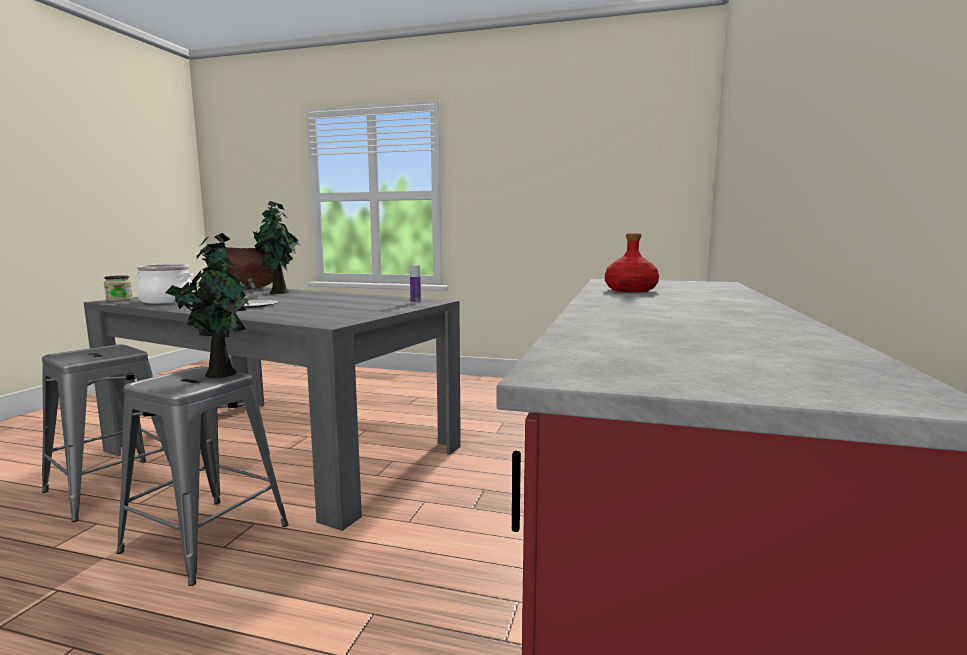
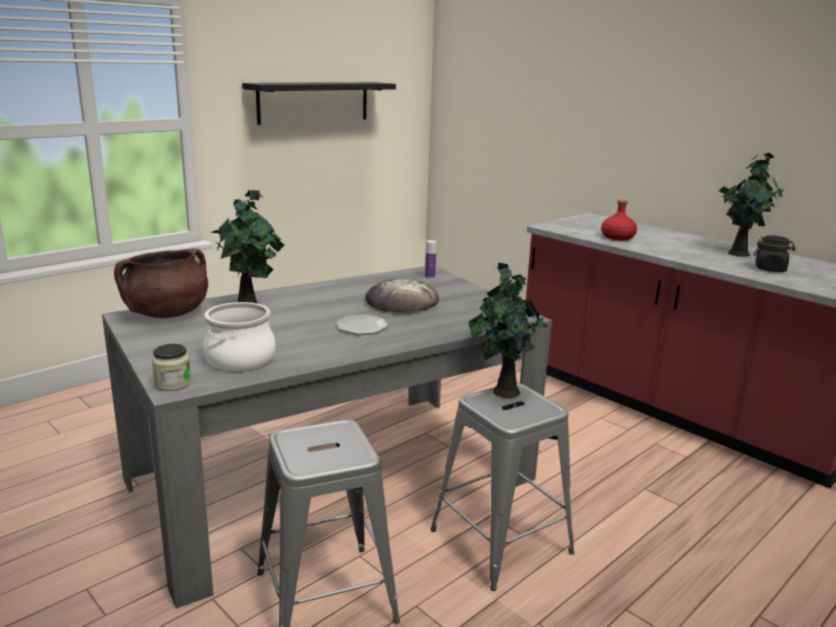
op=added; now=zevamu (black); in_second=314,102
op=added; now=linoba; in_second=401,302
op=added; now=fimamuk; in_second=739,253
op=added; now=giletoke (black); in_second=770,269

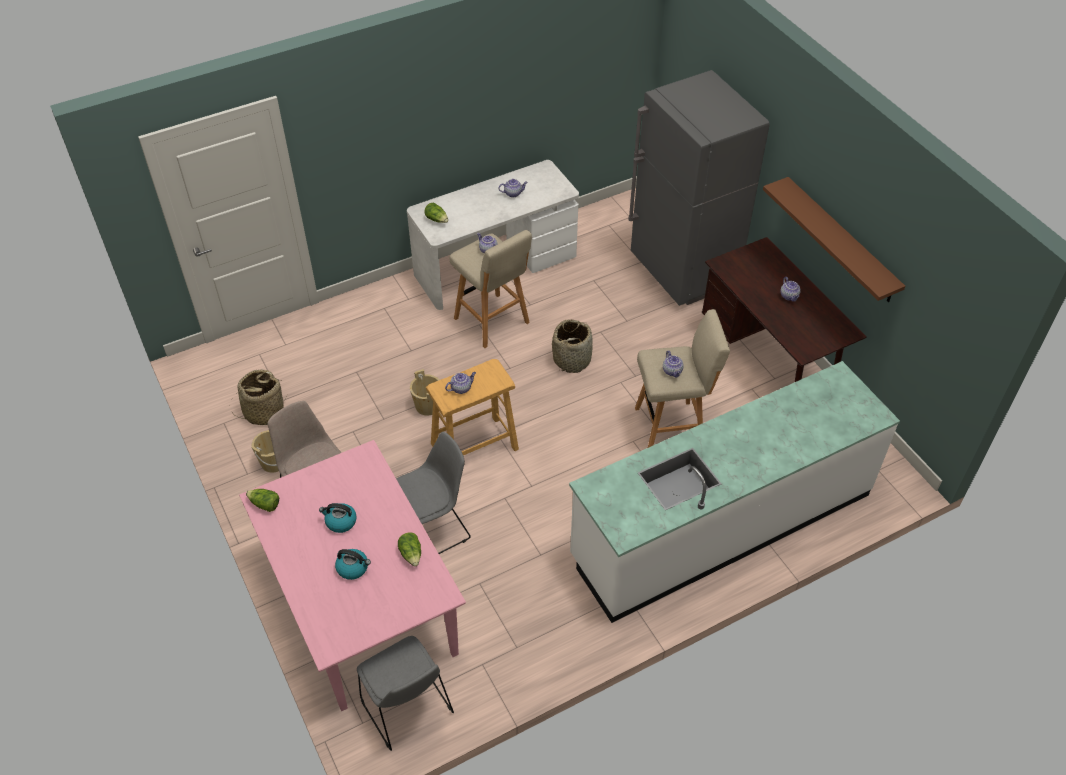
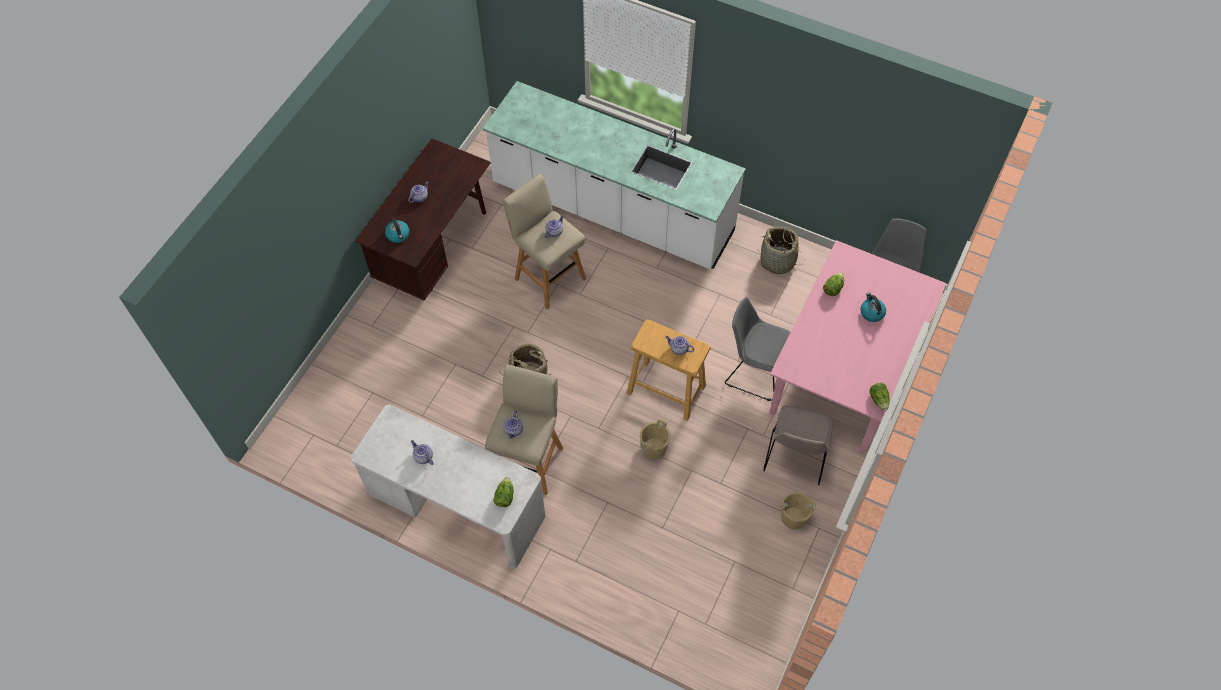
op=removed; was=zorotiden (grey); in_first=683,272
op=removed; was=zevamu (brown); in_first=840,240
op=moved; was=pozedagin; in_first=264,411; in_second=778,261
op=moved; was=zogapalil; in_first=340,522; in_second=398,235

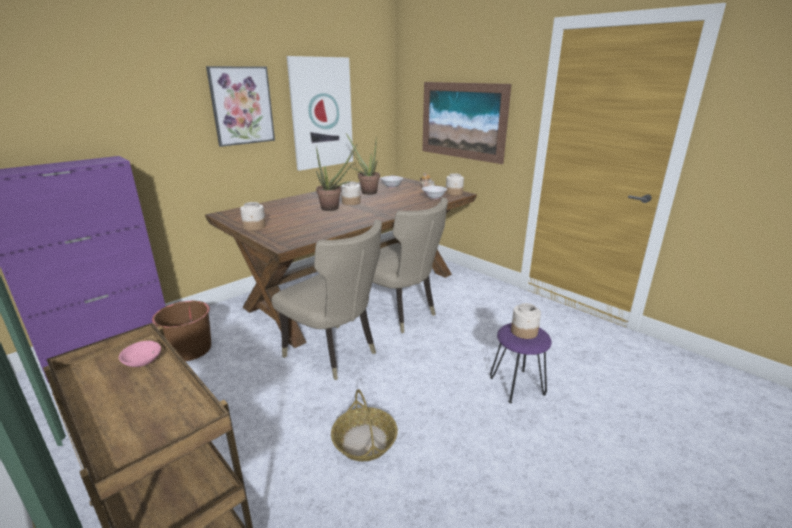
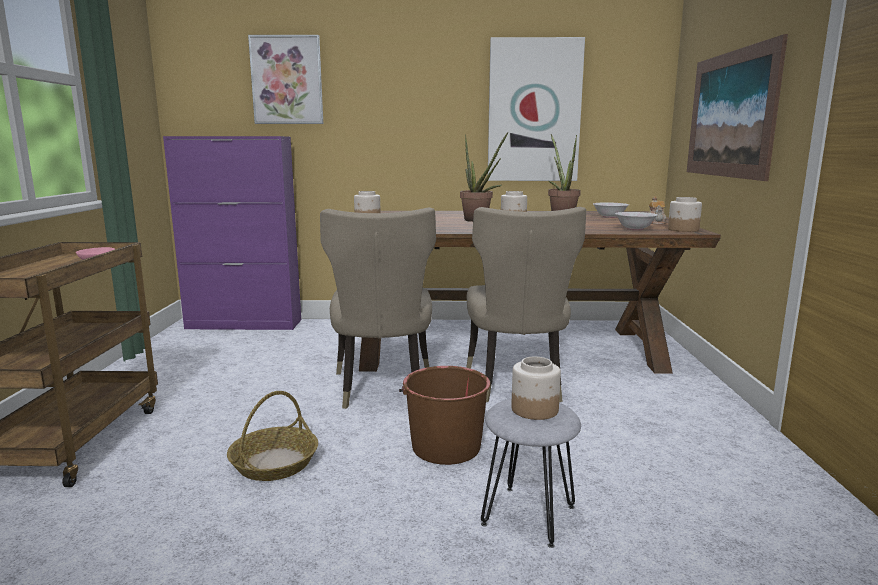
op=moved; was=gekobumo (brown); in_first=189,349; in_second=445,447
op=moved; was=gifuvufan; in_first=241,106; in_second=287,80
op=recoloured; was=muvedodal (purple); now=muvedodal (grey); in_first=516,385; in_second=529,515

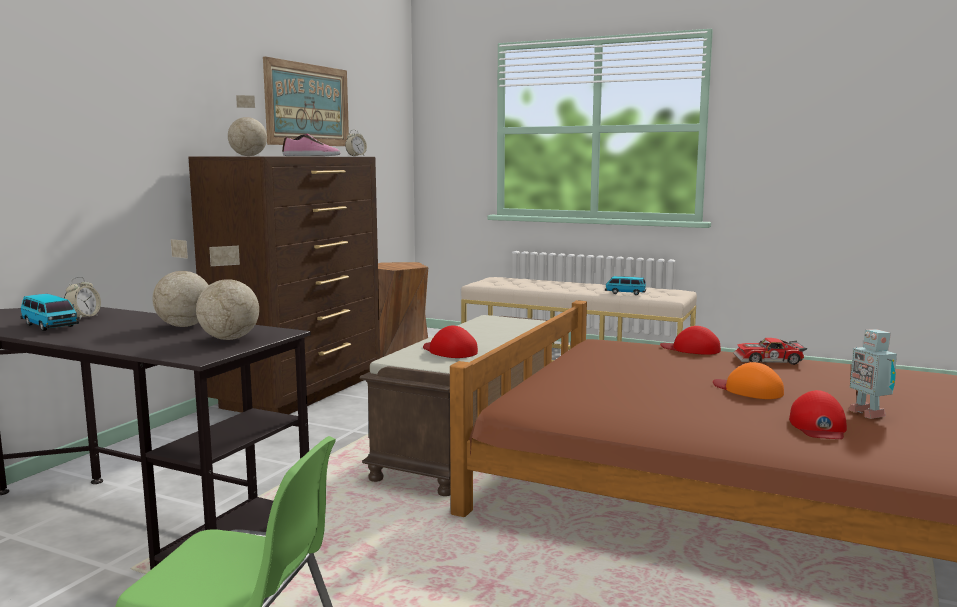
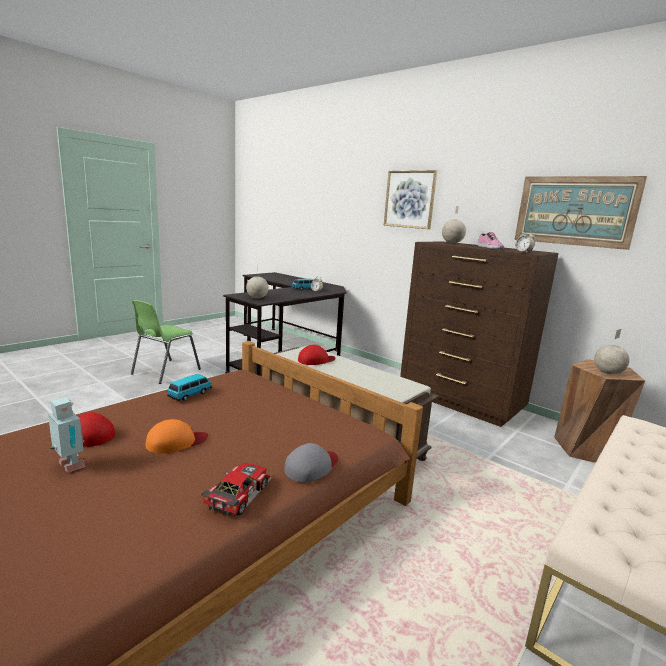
op=added; now=gifuvufan; in_second=409,199
op=moved; was=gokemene; in_first=184,326; in_second=607,373
op=moved; was=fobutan; in_first=625,293; in_second=190,394
op=recoloured; was=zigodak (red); now=zigodak (grey); in_first=691,349; in_second=312,466
op=turned; was=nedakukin; in_first=868,413; in_second=69,467; clockwise=45

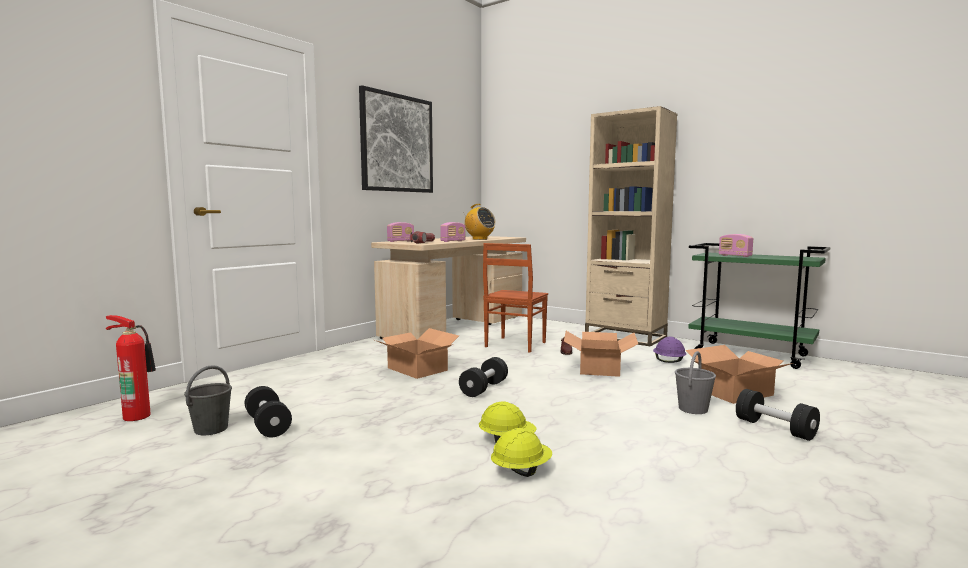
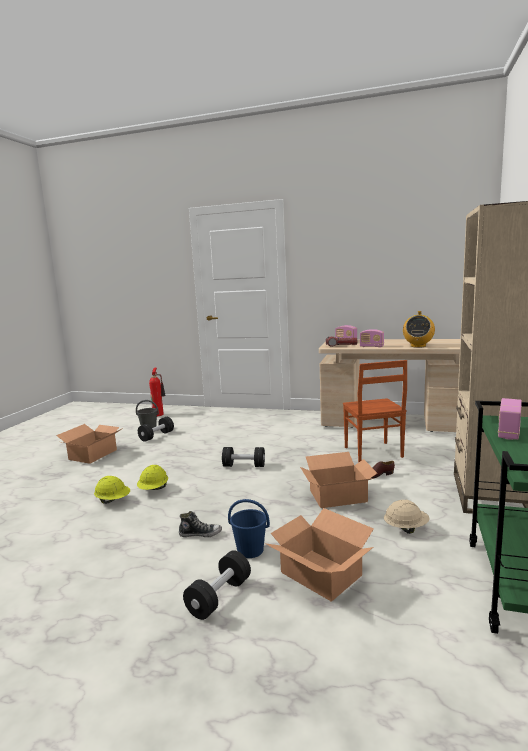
op=removed; was=gifuvufan; in_first=397,143
op=added; now=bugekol; in_second=200,534
op=moved; was=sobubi; in_first=417,369; in_second=93,454
op=recoloured; was=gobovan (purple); now=gobovan (beige); in_first=668,361; in_second=406,528
op=recoloured; was=gekobumo (grey); now=gekobumo (blue); in_first=693,409; in_second=249,550
op=turned; was=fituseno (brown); in_first=514,345; in_second=372,452; clockwise=-105

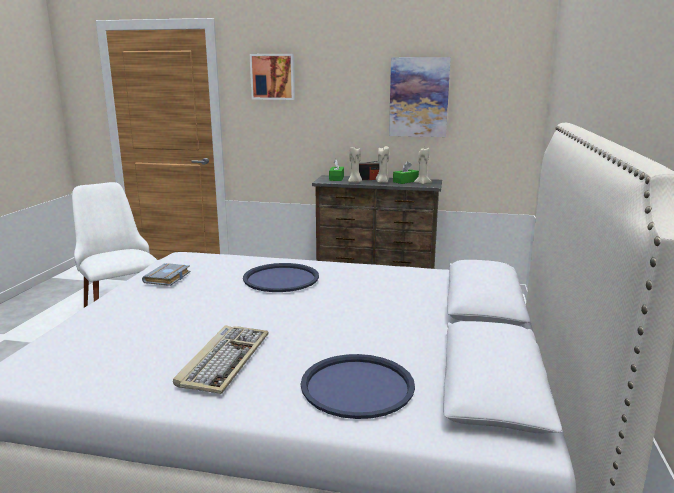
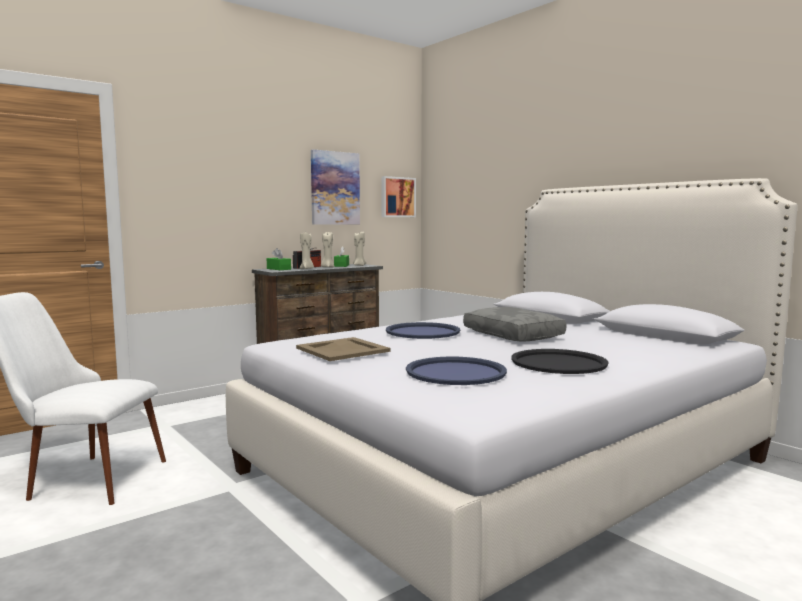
op=added; now=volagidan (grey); in_second=514,335
op=moved; was=gifuvufan; in_first=273,76; in_second=397,197
op=moved; was=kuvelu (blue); in_first=357,386; in_second=455,372
op=replaced; was=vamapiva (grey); now=kuvelu (beige); in_first=168,278; in_second=343,350
op=replaced; was=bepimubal; now=kuvelu (black); in_first=224,360; in_second=558,363

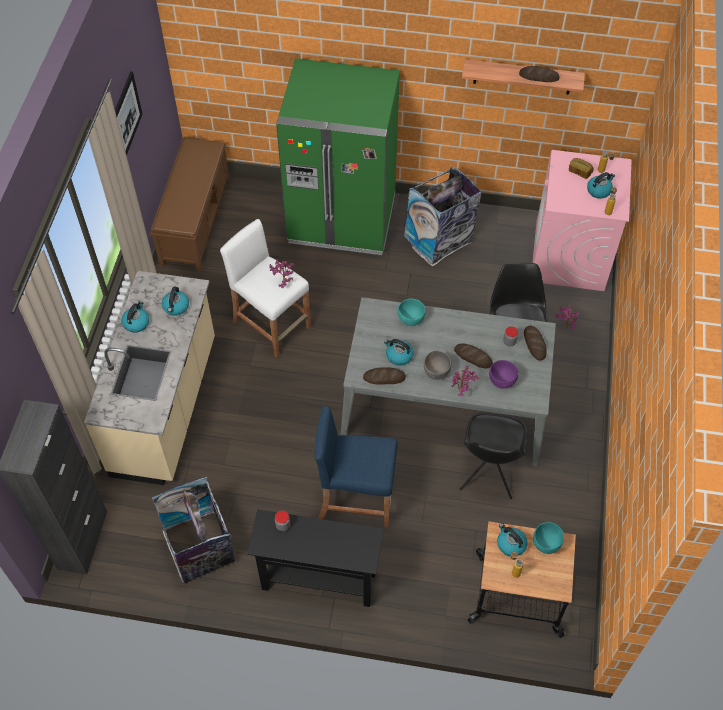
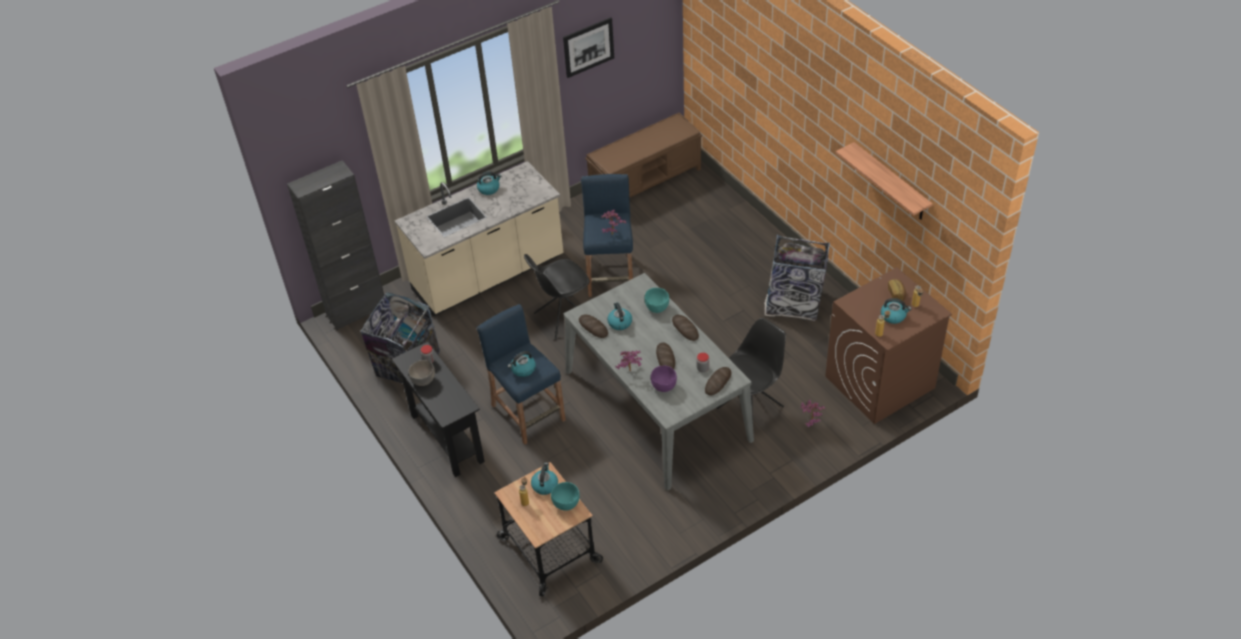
op=removed; was=zorotiden (green); in_first=342,220
op=moved; was=zogapalil; in_first=176,307; in_second=523,369
op=moved; was=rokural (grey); in_first=436,372; in_second=424,380
op=moved; was=fituseno (black); in_first=488,473; in_second=562,318
op=moved; was=linoba; in_first=539,76; in_second=685,329
op=recoloured; was=muvedodal (white); now=muvedodal (blue); in_first=271,325; in_second=611,275
op=recoloured; was=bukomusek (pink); now=bukomusek (brown); in_first=570,256; in_second=879,383

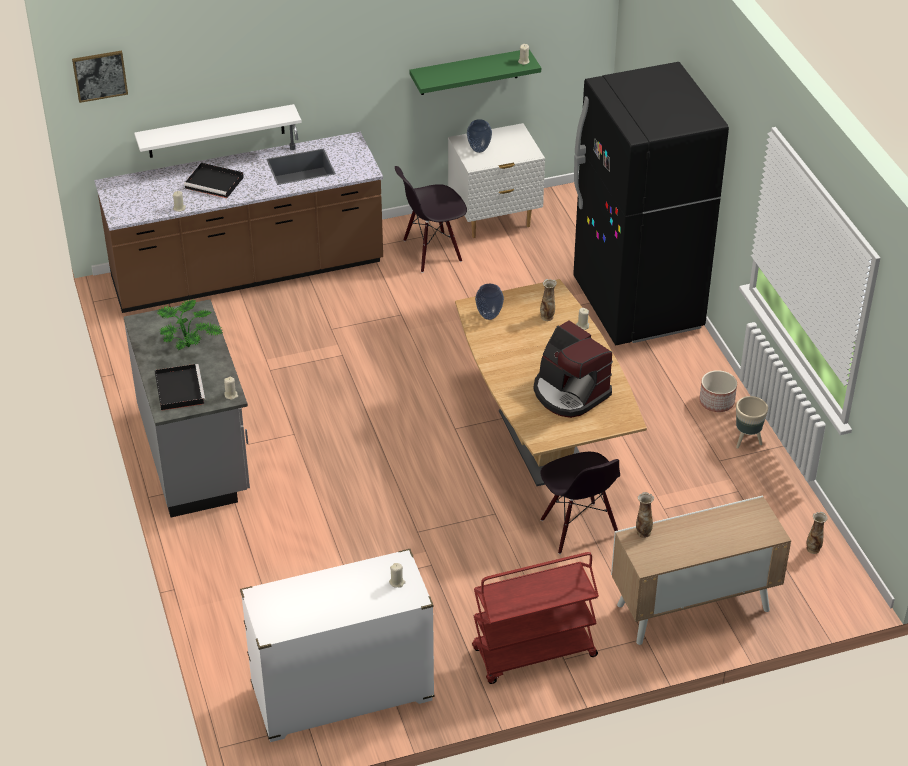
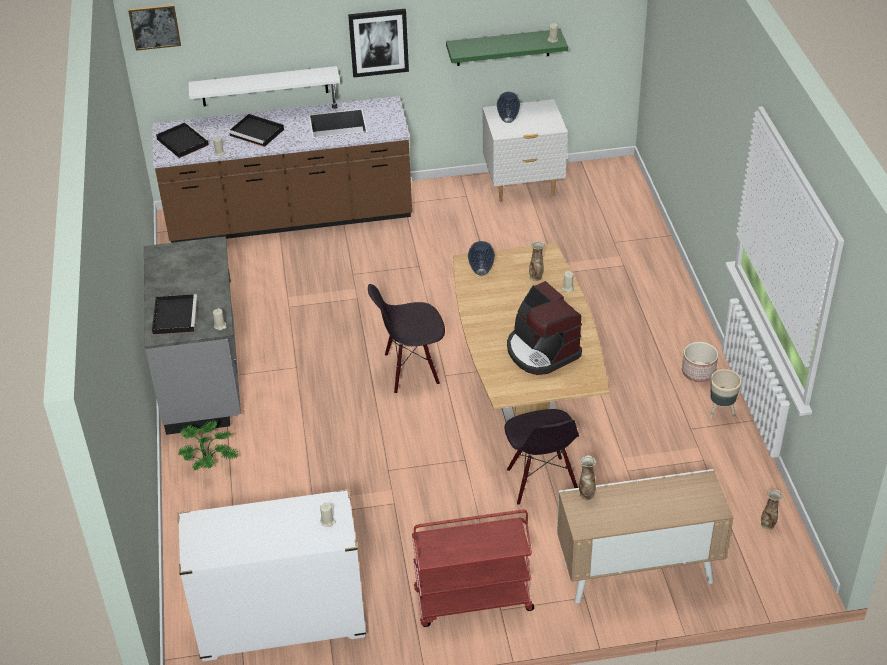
op=removed; was=zorotiden (black); in_first=637,305
op=added; now=kuvelu (black); in_second=182,142
op=added; now=gifuvufan; in_second=378,42
op=moved; was=fimamuk; in_first=190,344; in_second=209,462
op=moved; was=fituseno (black); in_first=432,251; in_second=411,370

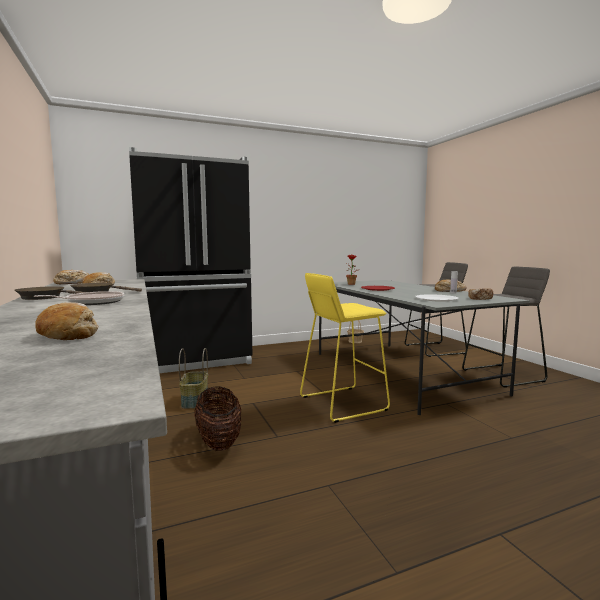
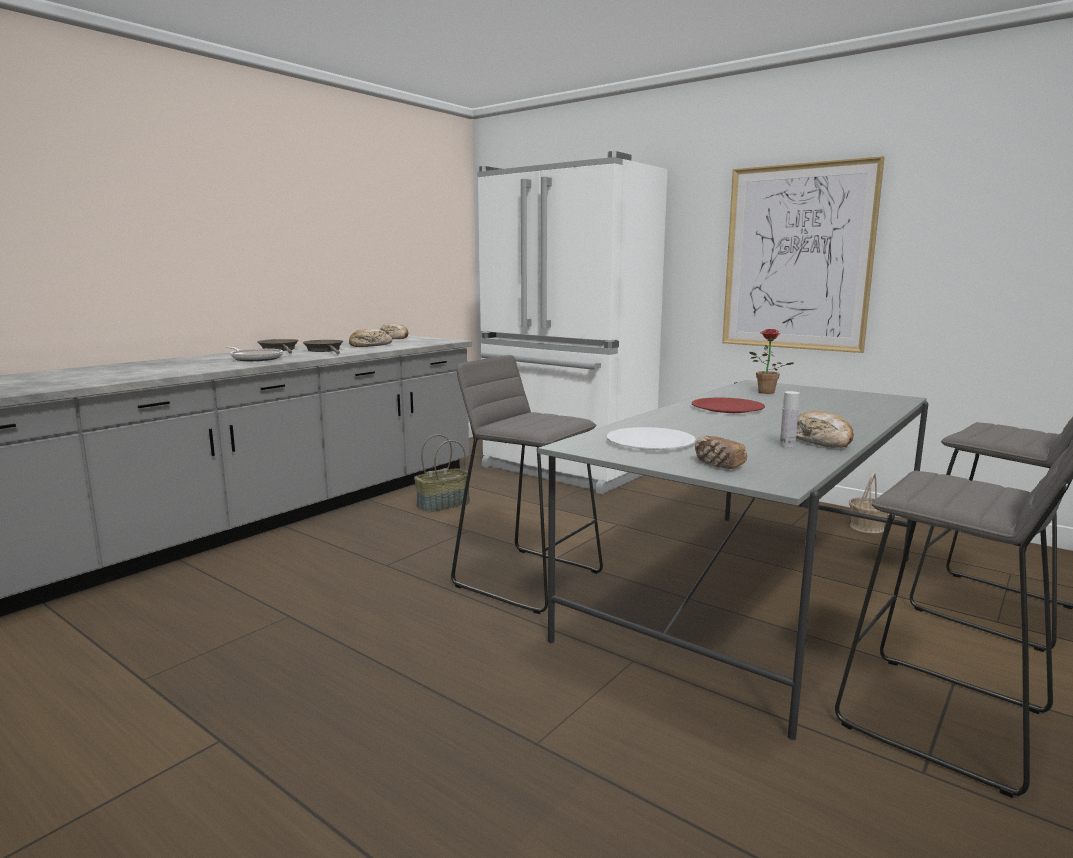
op=removed; was=linoba; in_first=69,334
op=removed; was=pozedagin; in_first=219,441
op=added; now=gifuvufan; in_second=797,258
op=recoloured; was=zorotiden (black); now=zorotiden (white); in_first=197,361; in_second=566,470
op=recoloured; was=muvedodal (yellow); now=muvedodal (grey); in_first=342,403; in_second=529,578

